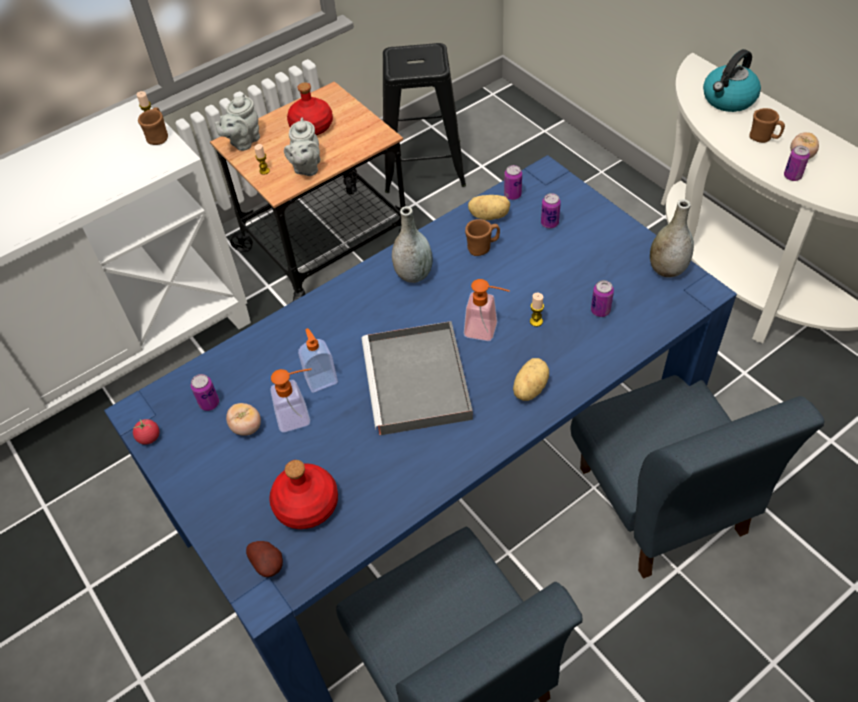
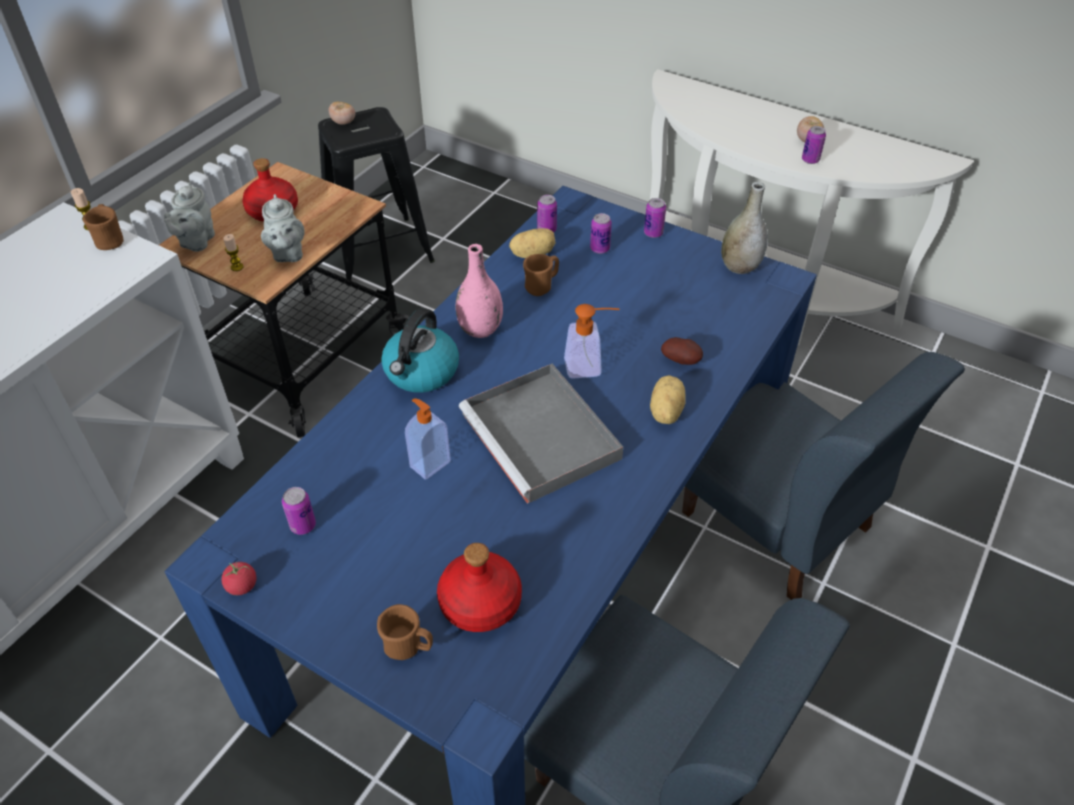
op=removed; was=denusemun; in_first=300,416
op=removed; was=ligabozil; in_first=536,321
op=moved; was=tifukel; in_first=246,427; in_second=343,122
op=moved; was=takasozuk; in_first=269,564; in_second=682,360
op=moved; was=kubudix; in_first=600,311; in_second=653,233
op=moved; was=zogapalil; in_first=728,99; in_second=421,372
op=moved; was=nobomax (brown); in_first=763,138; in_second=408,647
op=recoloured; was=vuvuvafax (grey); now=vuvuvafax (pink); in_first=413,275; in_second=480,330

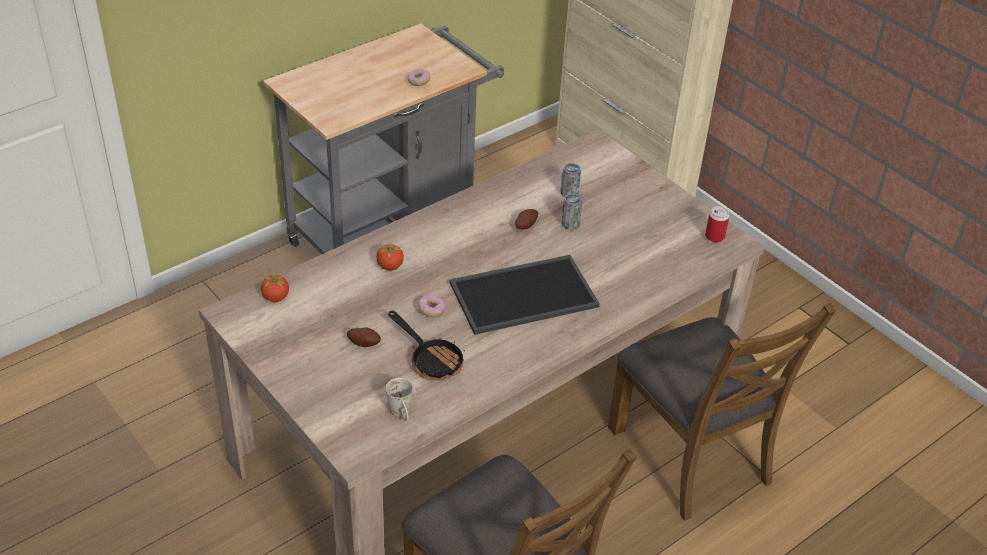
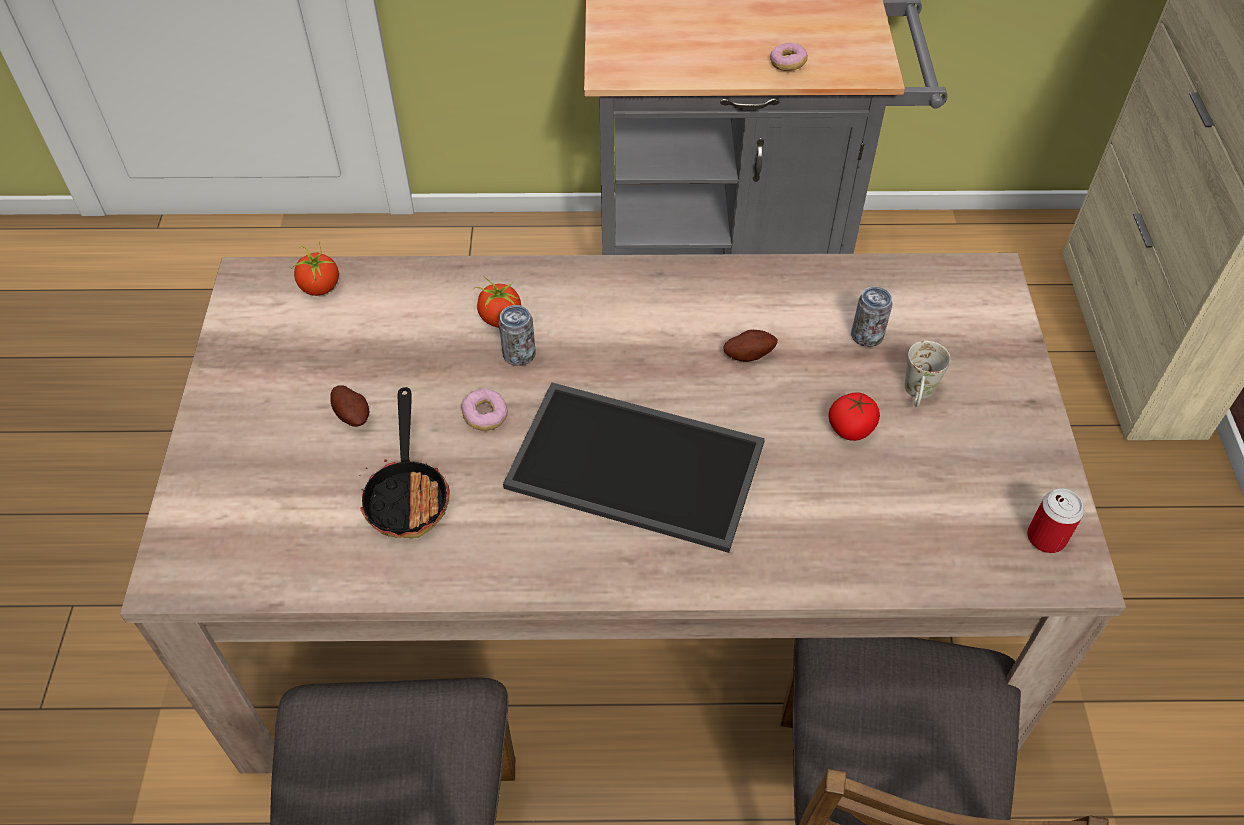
op=added; now=tifukel; in_second=851,428
op=moved; was=nobomax (white); in_first=402,414; in_second=918,395
op=moved; was=kubudix; in_first=570,224; in_second=519,354

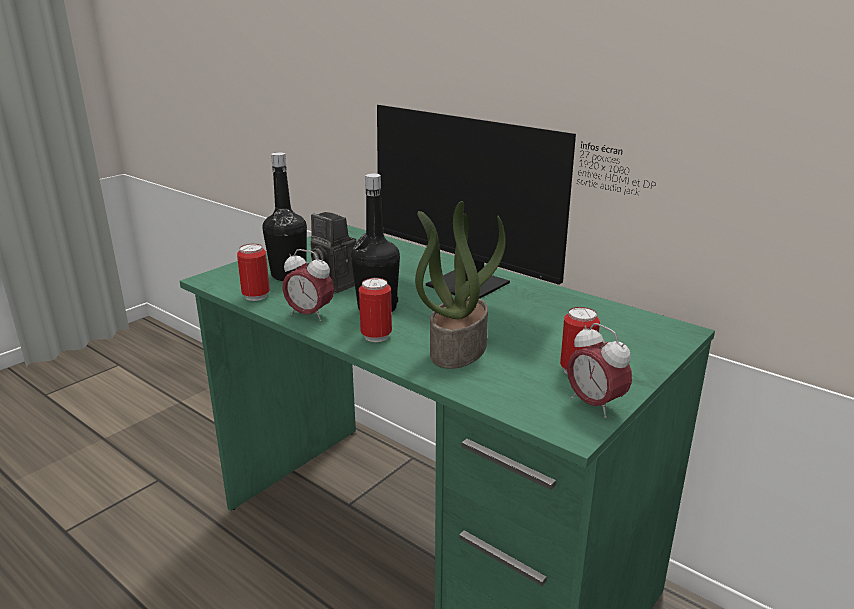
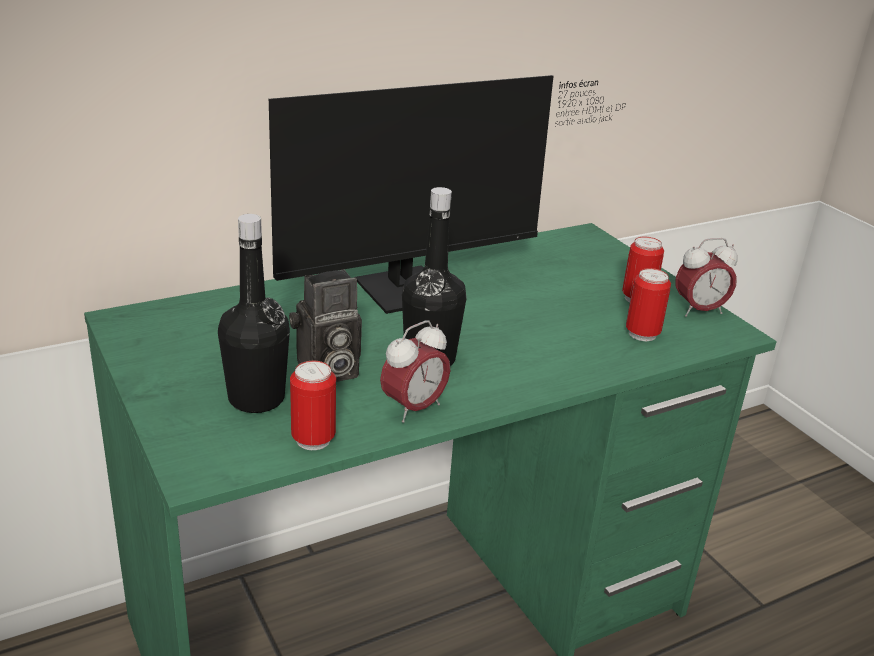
op=removed; was=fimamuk; in_first=457,348
op=moved; was=kubudix; in_first=376,336; in_second=642,334

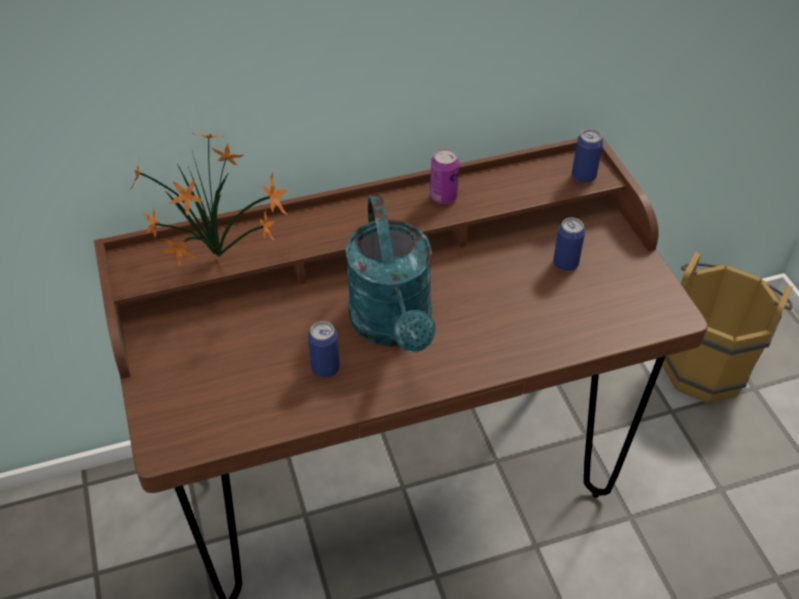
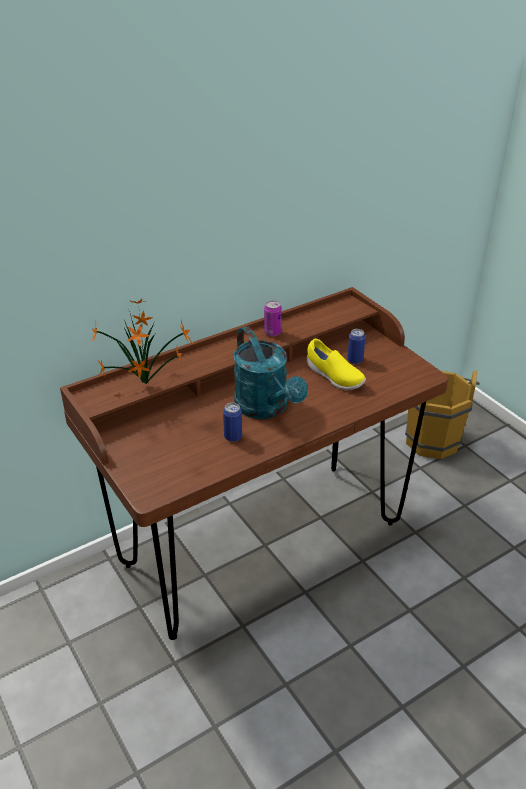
op=removed; was=kubudix; in_first=583,176
op=added; now=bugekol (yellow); in_second=334,377

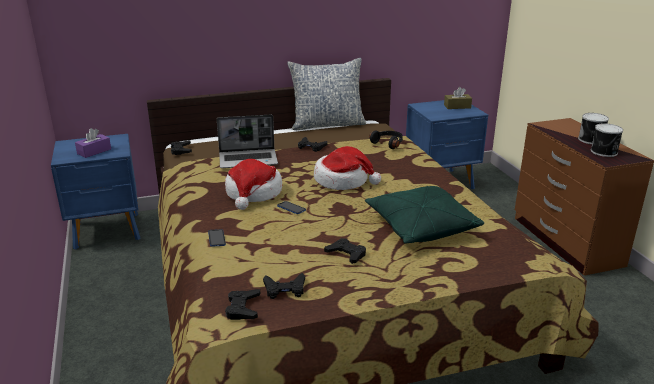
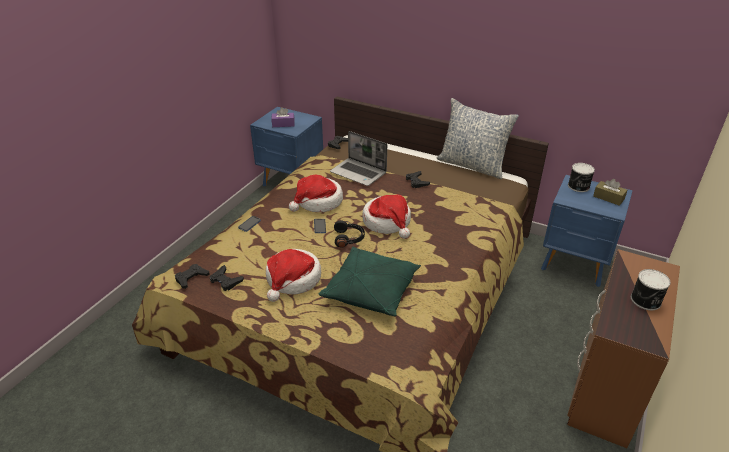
op=moved; was=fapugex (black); in_first=388,143; in_second=349,238
op=moved; was=kubudix; in_first=604,152; in_second=578,186
op=replaced; was=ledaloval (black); now=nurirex; in_first=346,254; in_second=293,280

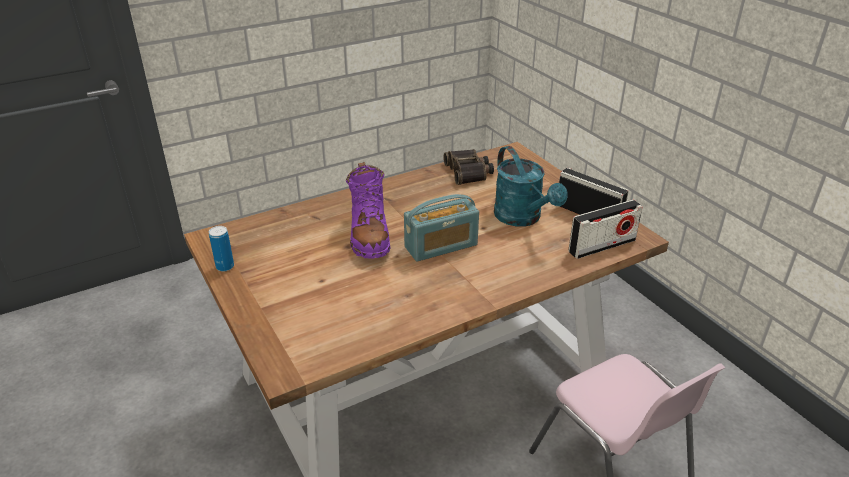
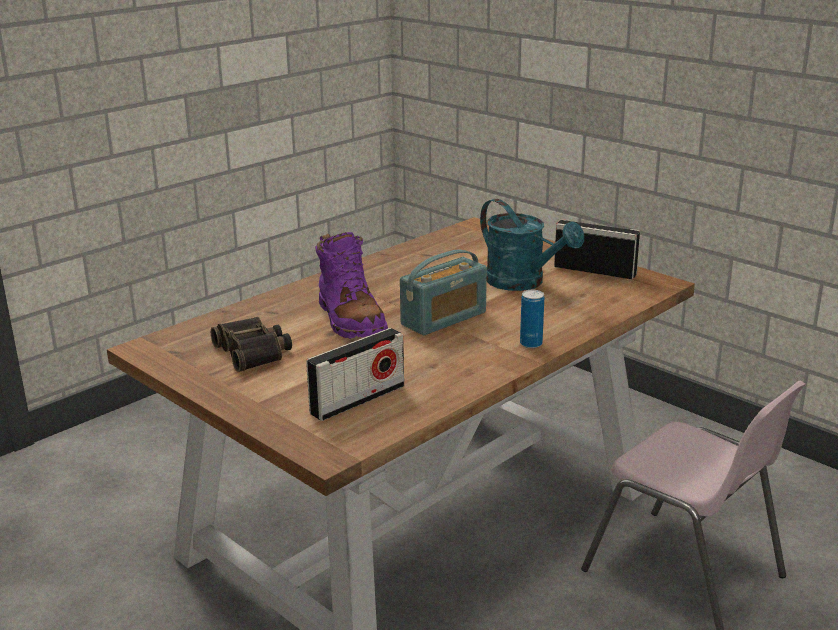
op=moved; was=kubudix; in_first=225,267; in_second=531,344
op=moved; was=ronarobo; in_first=469,172; in_second=254,352
op=moved; was=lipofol; in_first=602,246; in_second=358,400

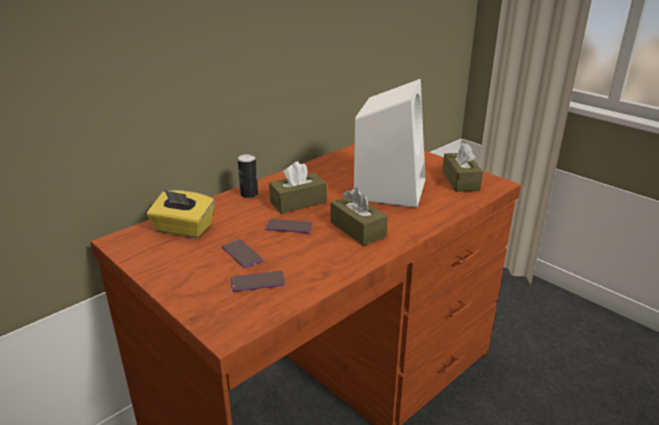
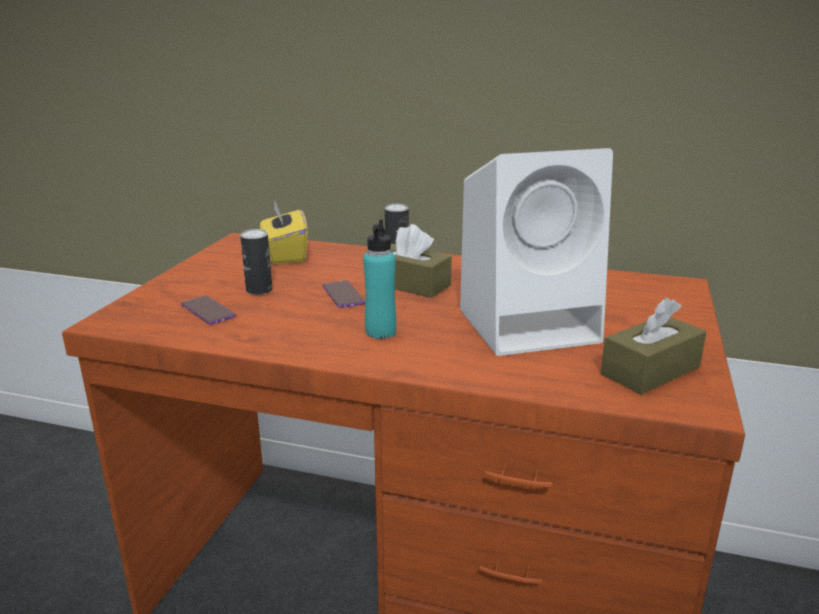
op=replaced; was=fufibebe; now=kubudix; in_first=242,254; in_second=259,290
op=replaced; was=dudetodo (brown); now=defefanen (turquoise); in_first=357,229; in_second=380,332

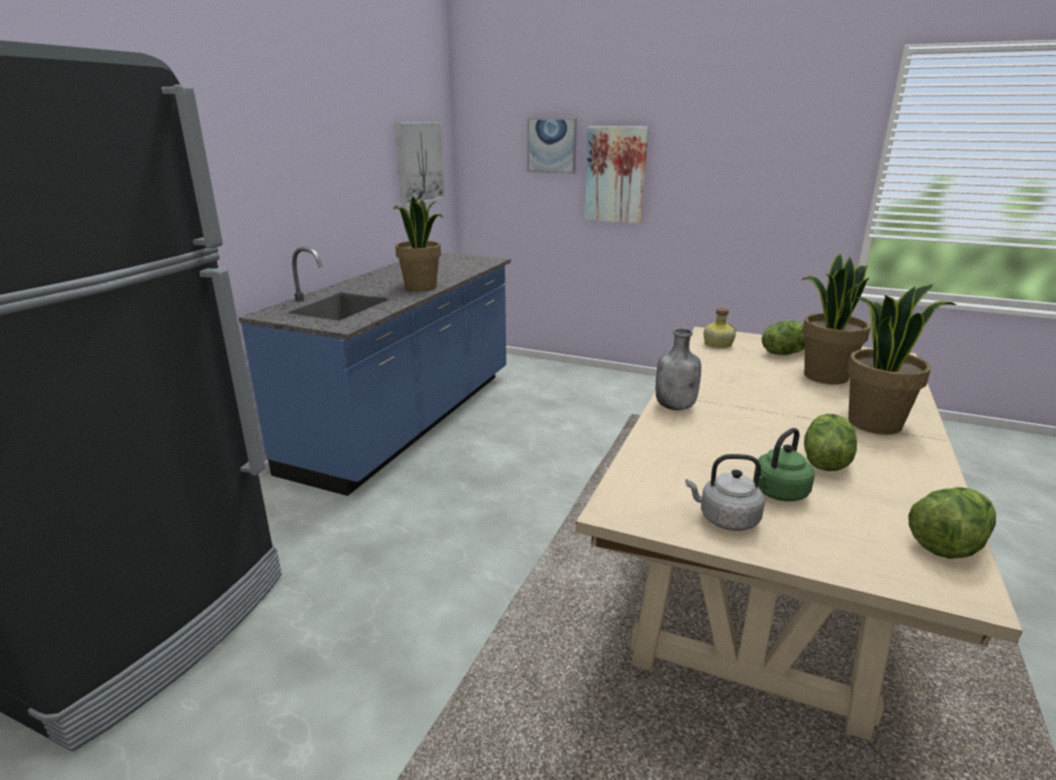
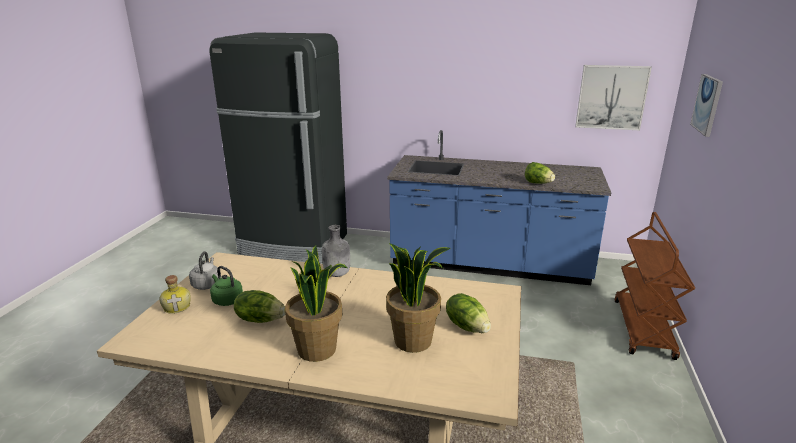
op=removed; was=fimamuk; in_first=421,287
op=removed; was=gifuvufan; in_first=616,175
op=added; now=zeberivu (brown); in_second=643,329
op=moved; was=defefanen; in_first=717,344; in_second=177,306
op=moved; was=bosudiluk; in_first=947,544; in_second=538,183

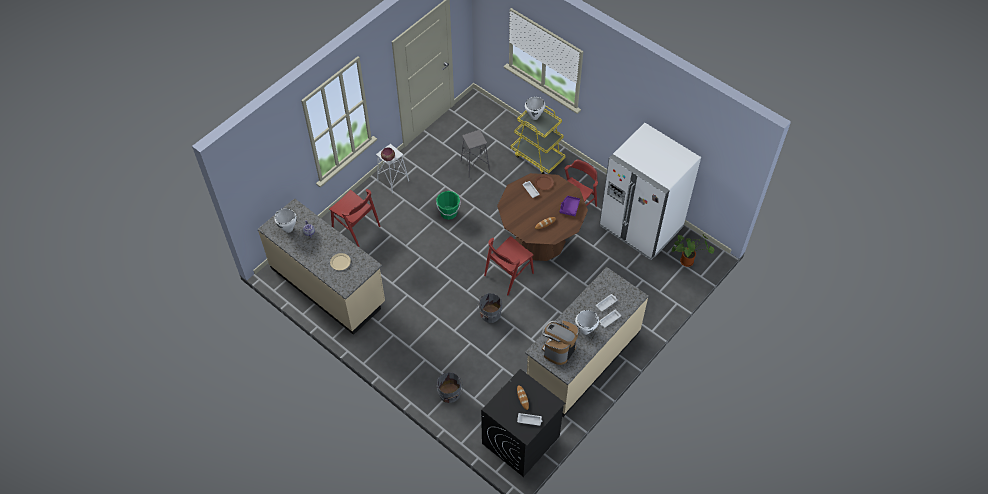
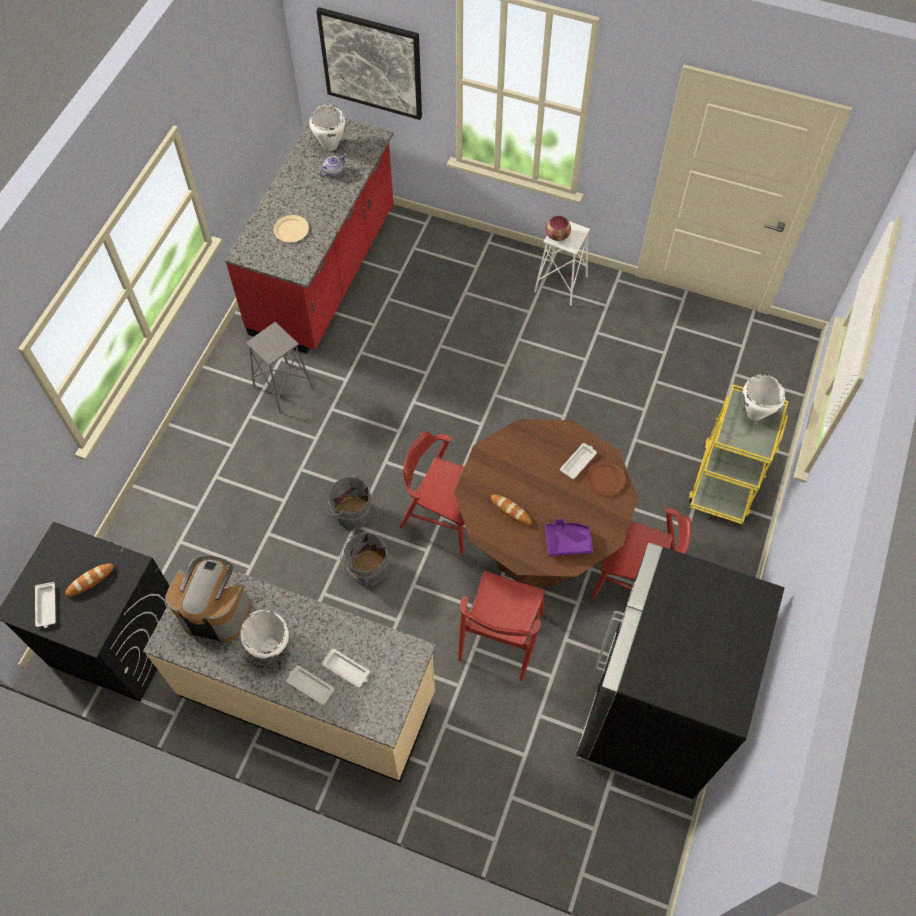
op=removed; was=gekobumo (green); in_first=448,213
op=removed; was=fimamuk; in_first=688,261
op=added; now=gifuvufan; in_second=372,63
op=moved; was=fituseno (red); in_first=356,227; in_second=500,637
op=moved; was=gekobumo (grey); in_first=449,394; in_second=366,569
op=moved; was=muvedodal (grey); in_first=475,166; in_second=283,387
op=recoloured; was=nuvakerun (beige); now=nuvakerun (red); in_first=328,285; in_second=325,272
op=recoloured; was=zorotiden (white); now=zorotiden (black); in_first=641,227; in_second=650,716

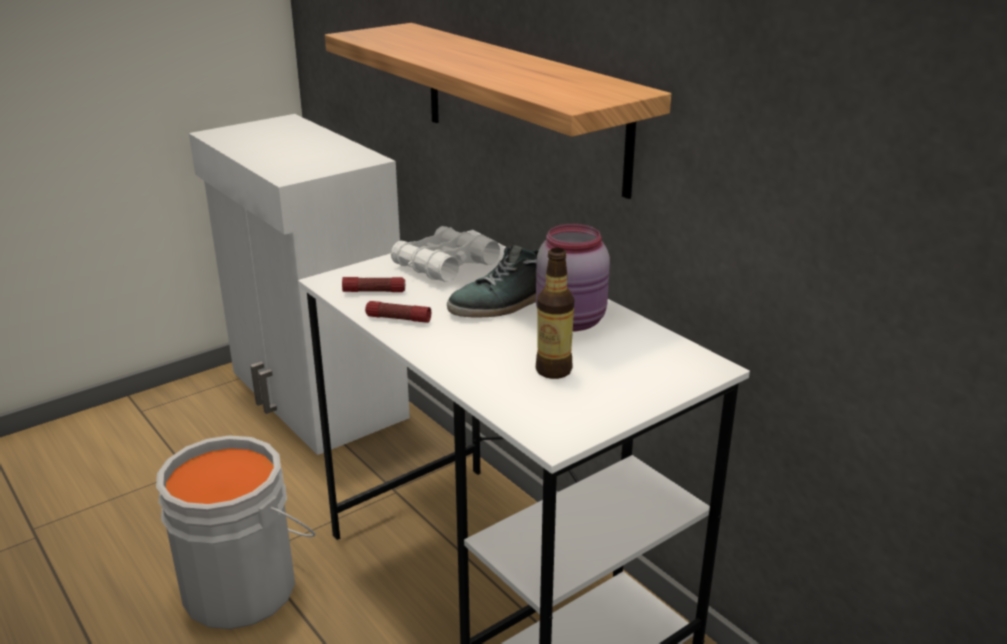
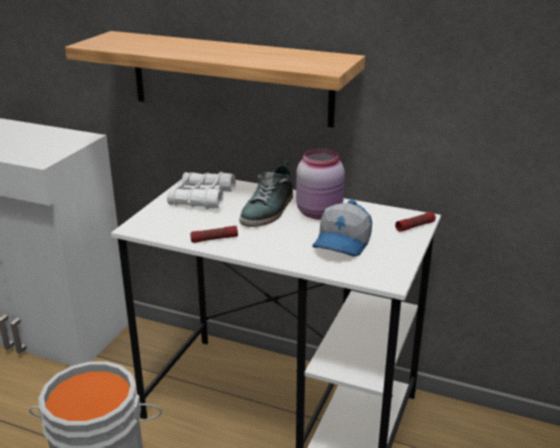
op=moved; was=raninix; in_first=374,291; in_second=415,226
op=replaced; was=defefanen; now=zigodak; in_first=553,370; in_second=343,243

